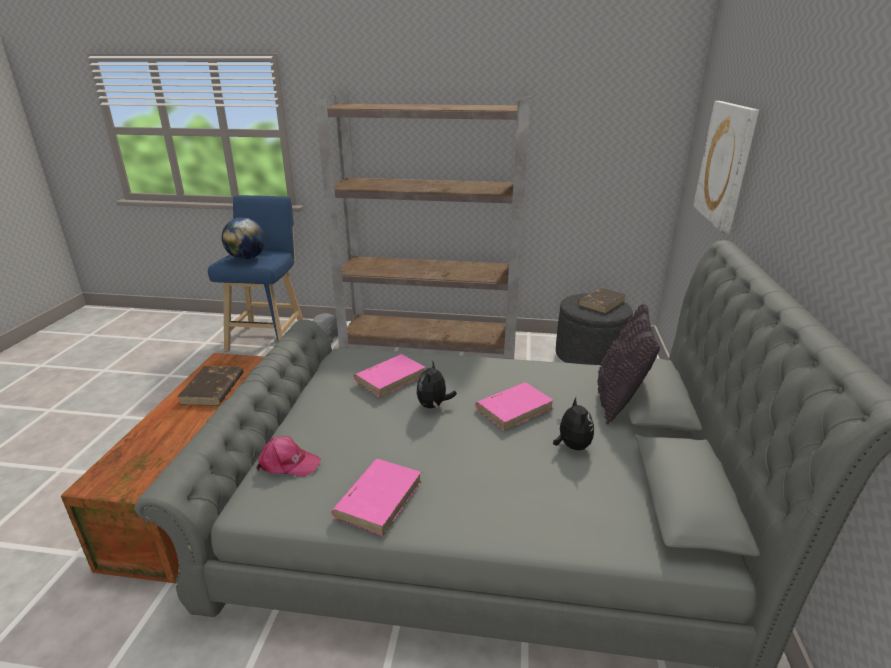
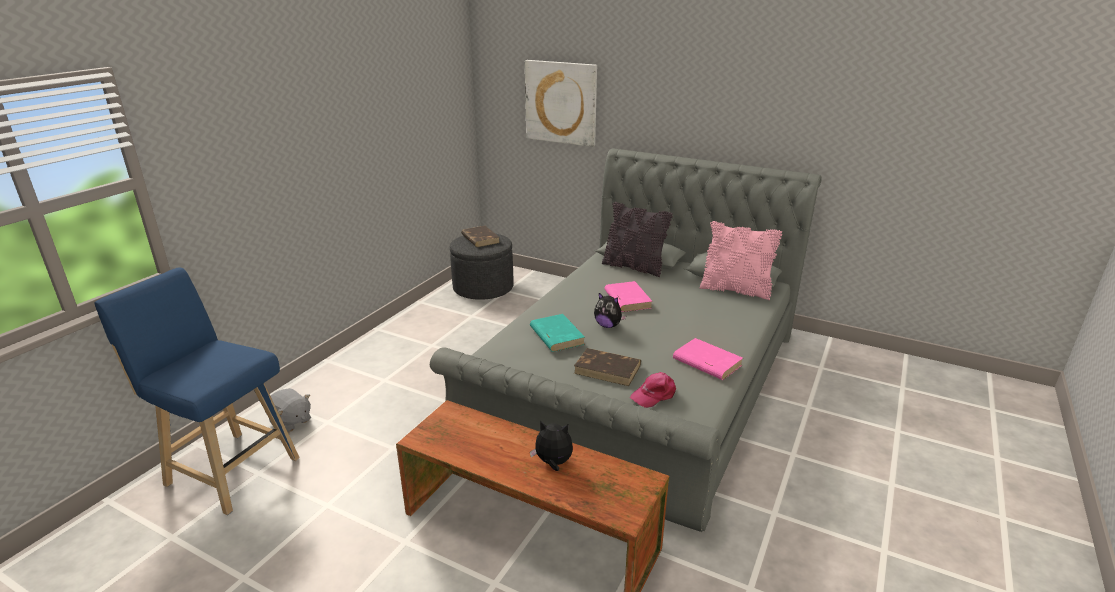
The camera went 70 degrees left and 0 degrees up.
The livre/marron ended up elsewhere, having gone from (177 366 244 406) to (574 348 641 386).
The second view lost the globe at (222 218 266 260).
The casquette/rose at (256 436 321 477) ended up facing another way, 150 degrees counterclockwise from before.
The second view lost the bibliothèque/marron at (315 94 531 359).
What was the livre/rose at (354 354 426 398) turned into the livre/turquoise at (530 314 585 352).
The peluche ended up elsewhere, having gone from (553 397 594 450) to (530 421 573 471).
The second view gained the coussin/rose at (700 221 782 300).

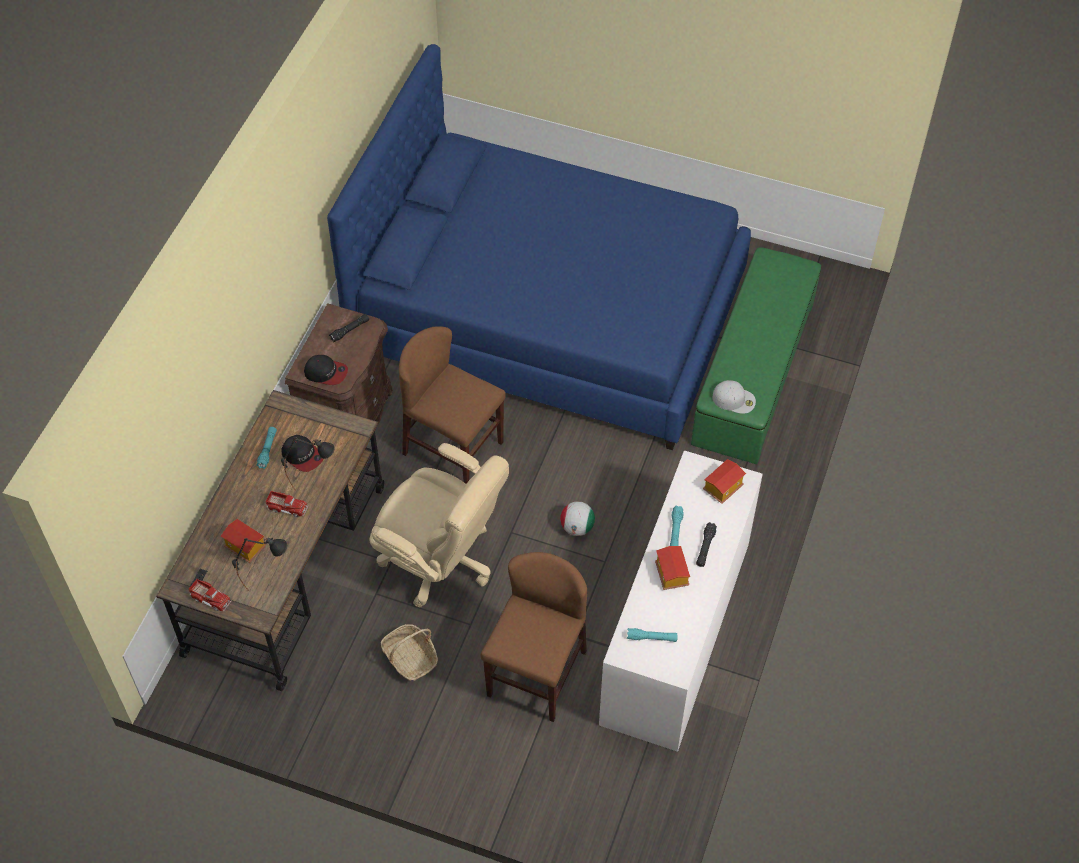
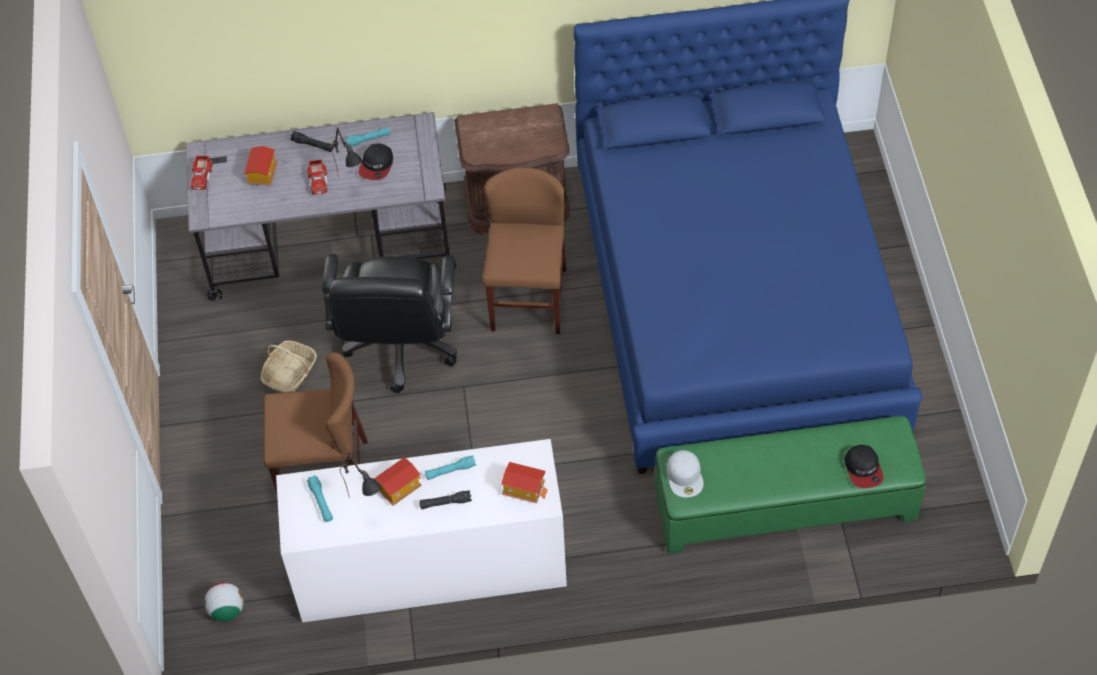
The camera went 65 degrees right and 0 degrees up.
What was the bureau/marron at (156 390 384 691) turned into the bureau/gris at (186 112 456 301).
The lampe de table/noir ended up elsewhere, having gone from (232 538 287 591) to (340 452 381 498).
The casquette ended up elsewhere, having gone from (304 355 348 385) to (844 445 883 488).
The lampe de poche/noir ended up elsewhere, having gone from (329 314 369 342) to (290 131 334 152).
What was the chaise de bureau/beige at (369 443 509 608) turned into the chaise de bureau/noir at (322 254 457 393).
The ballon de foot ended up elsewhere, having gone from (560 501 595 536) to (204 582 244 622).

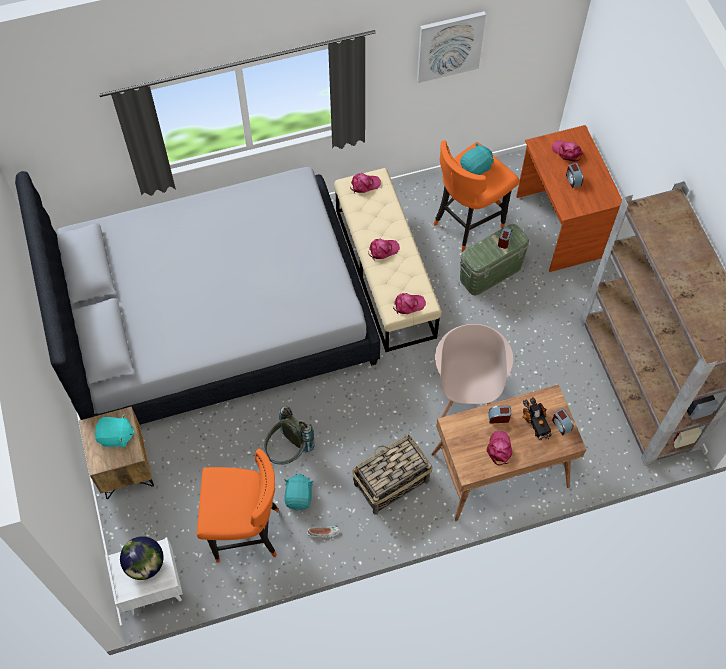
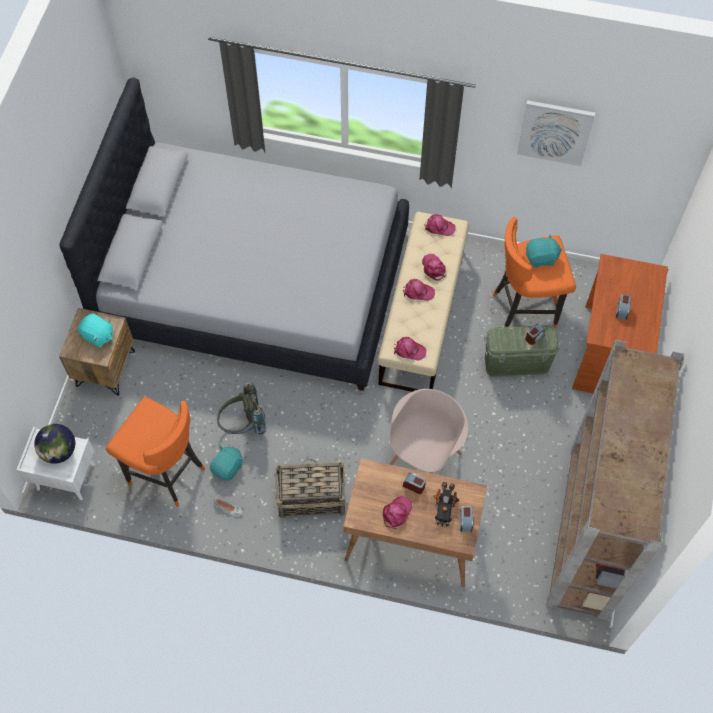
The camera went 30 degrees right and 0 degrees up.
The casquette/rose ended up elsewhere, having gone from (552 140 583 162) to (422 254 446 280).

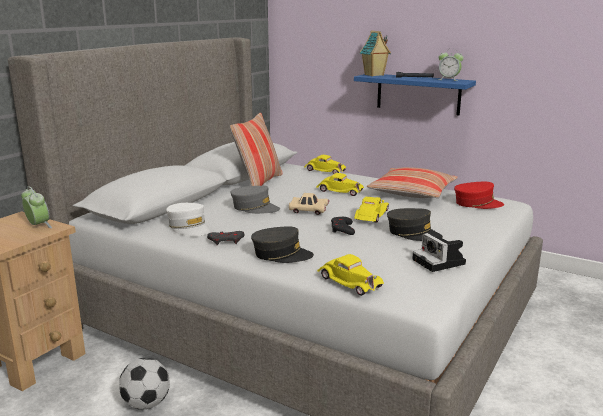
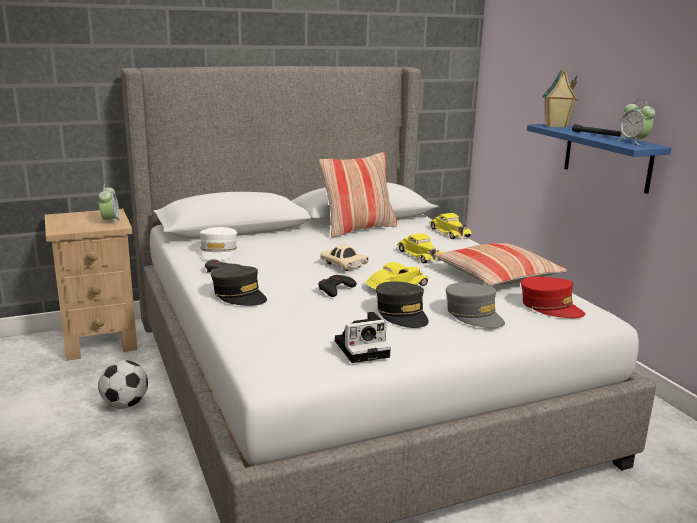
The camera went 35 degrees right and 0 degrees up.
The casquette/gris ended up elsewhere, having gone from (230 186 280 214) to (446 283 505 328).
The second view lost the petite voiture/jaune at (317 254 384 296).
The appareil photo at (412 233 466 272) ended up facing another way, 120 degrees counterclockwise from before.

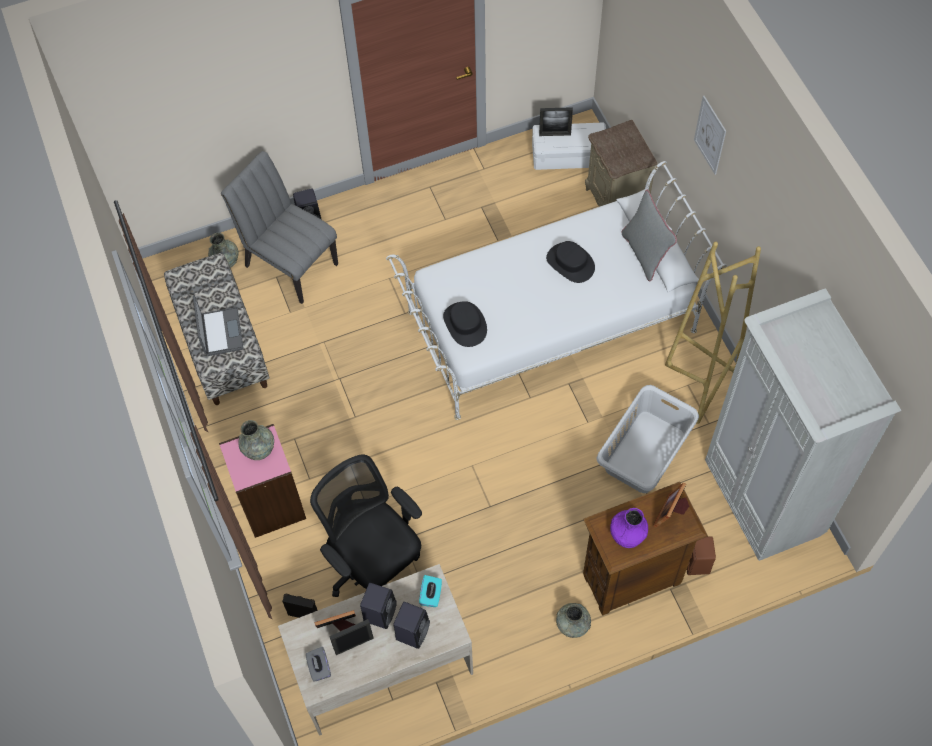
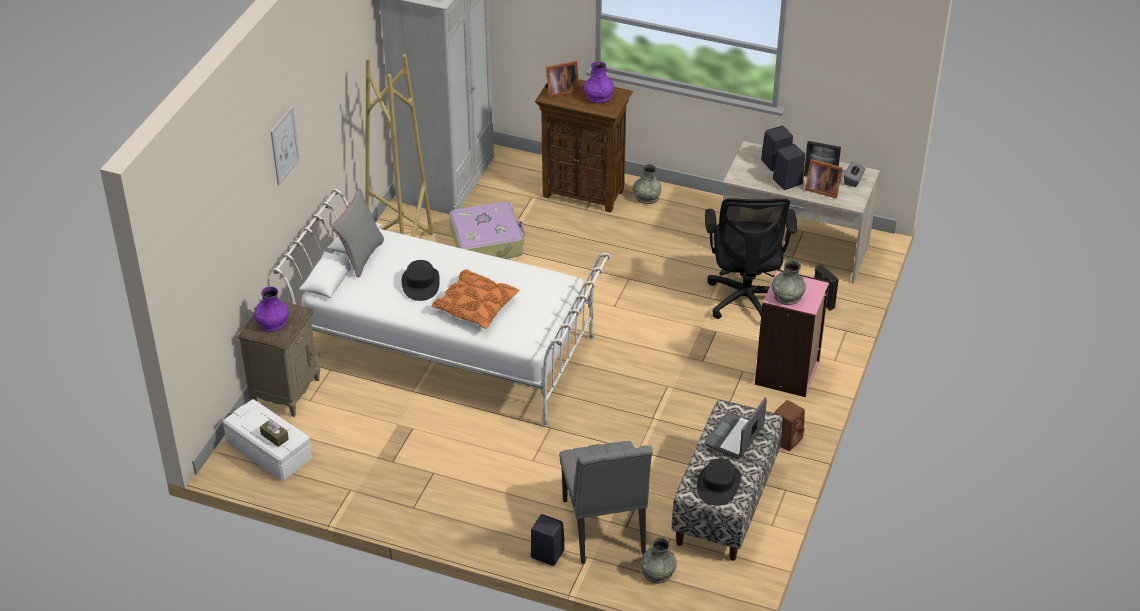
The camera went 140 degrees left and 20 degrees down.
The second view lost the boîte à mouchoirs/turquoise at (419 575 442 607).
The chapeau/noir ended up elsewhere, having gone from (443 301 487 347) to (697 458 741 506).
Where the cadre photo stood at (539 107 573 136), the boîte à mouchoirs/marron came to stand at (260 420 289 447).
Where the panier à linge/gris stood at (596 385 699 493), the valise came to stand at (449 202 524 259).
The enceinte/marron ended up elsewhere, having gone from (686 536 716 575) to (774 400 805 451).
The second view gained the vase/violet at (254 286 289 332).
The second view gained the coussin/orange at (432 269 519 329).

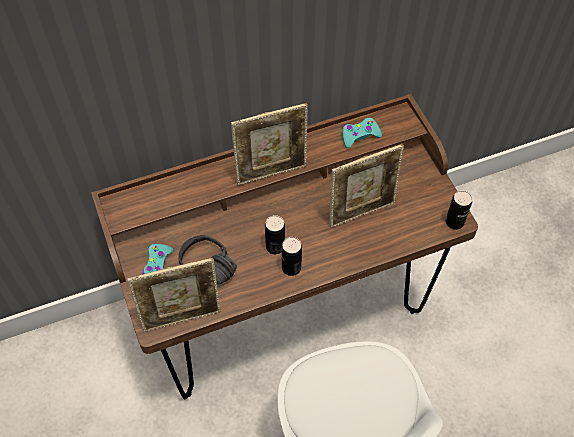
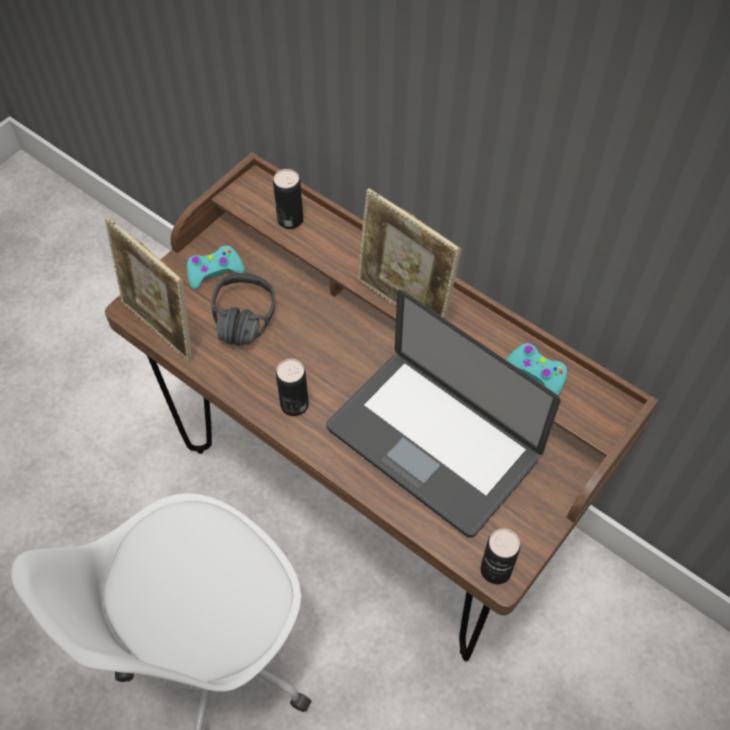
The camera went 60 degrees right and 0 degrees up.
The boîte métallique ended up elsewhere, having gone from (265 215 285 254) to (273 169 303 229).
Where the cadre photo stood at (329 144 404 228), the ordinateur portable came to stand at (326 290 560 538).

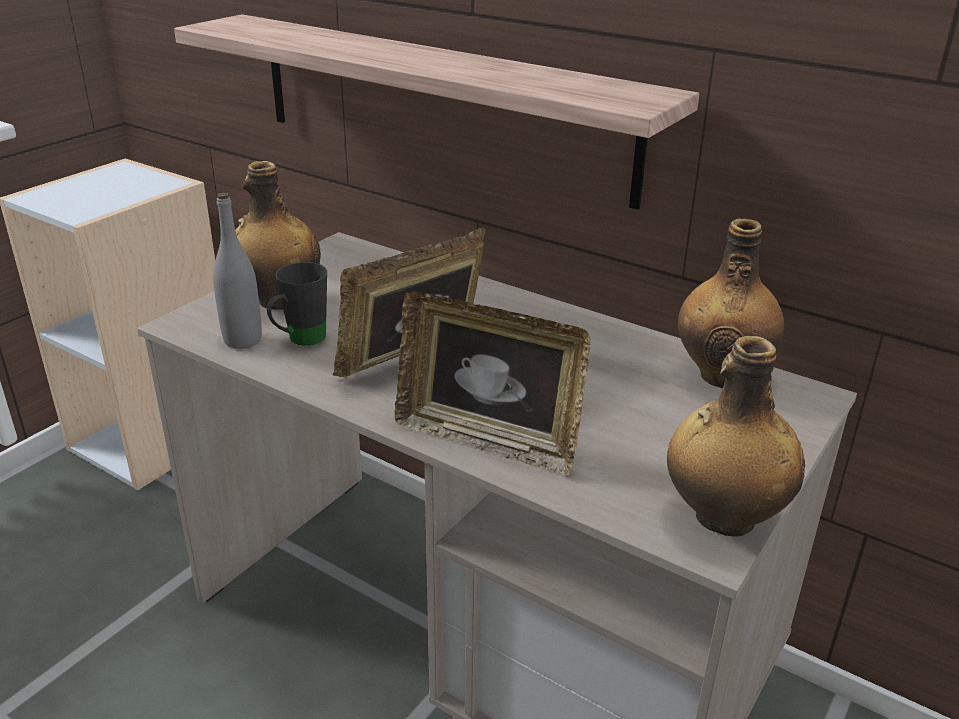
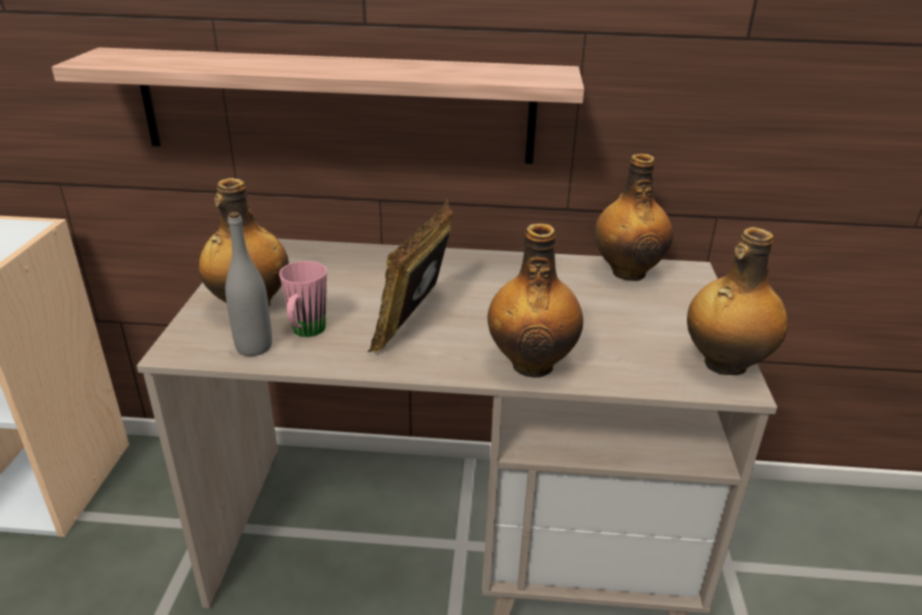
The camera went 30 degrees left and 0 degrees up.
What was the mug/noir at (267 262 327 346) turned into the mug/rose at (279 261 327 337).
Where the cadre photo stood at (395 292 590 477), the bouteille came to stand at (487 223 583 378).

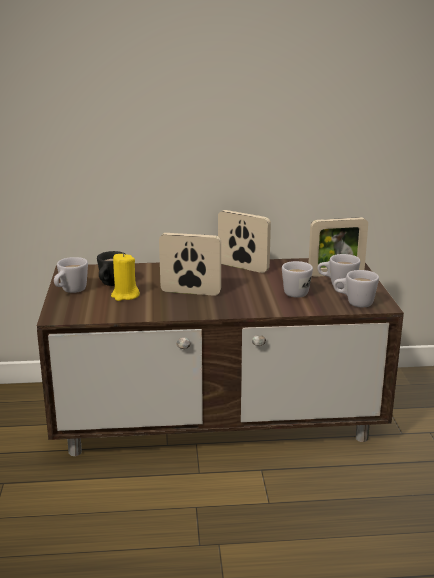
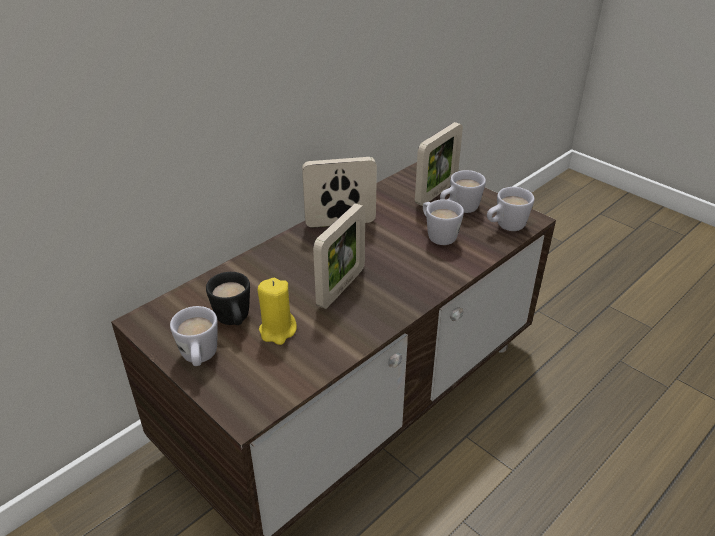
The camera went 40 degrees left and 15 degrees up.
The cadre photo at (159 233 221 296) ended up facing another way, 150 degrees clockwise from before.

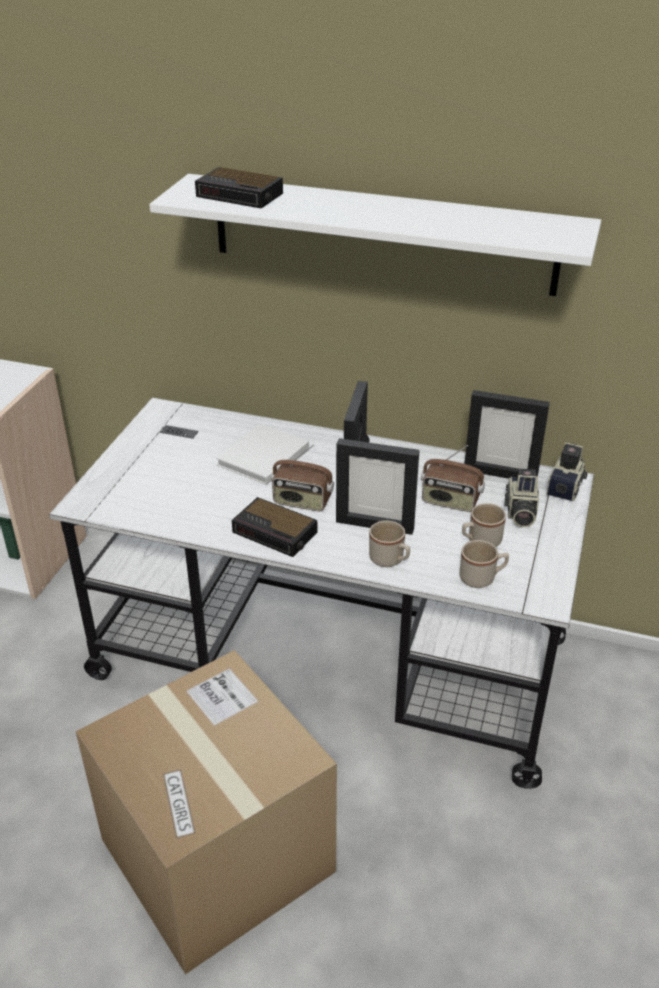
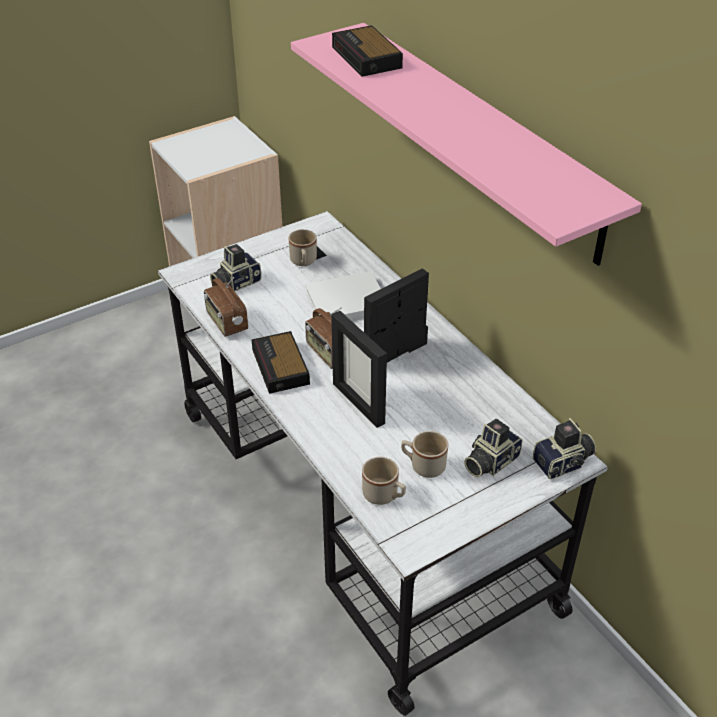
The camera went 40 degrees right and 5 degrees up.
The second view lost the carton at (75 650 337 974).
What was the étagère/blanc at (149 174 601 296) turned into the étagère/rose at (291 23 642 266).
The mug/beige ended up elsewhere, having gone from (369 521 410 567) to (289 229 317 266).
The radio ended up elsewhere, having gone from (421 445 485 512) to (204 277 248 337).
The second view lost the cadre photo at (464 390 550 479).
The second view gained the appareil photo at (210 244 261 291).

